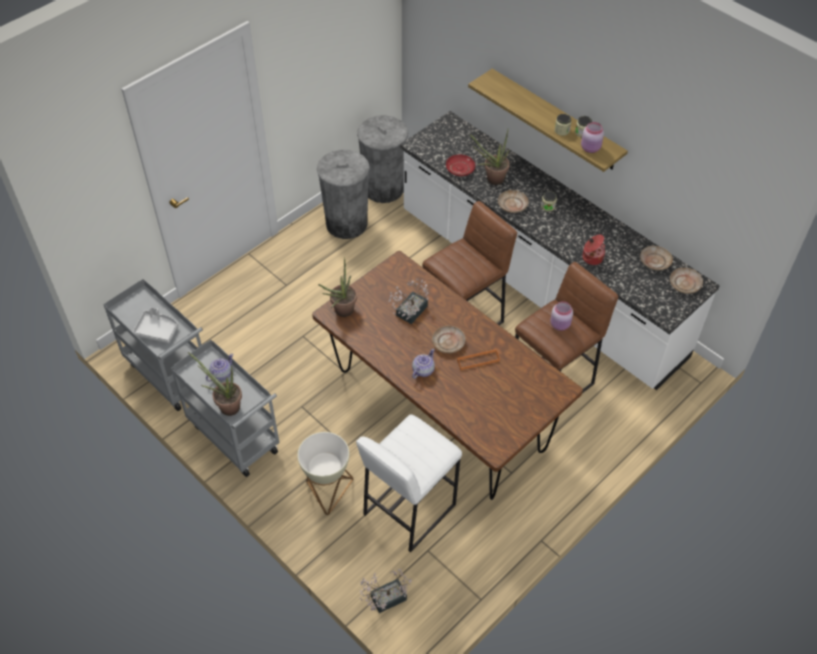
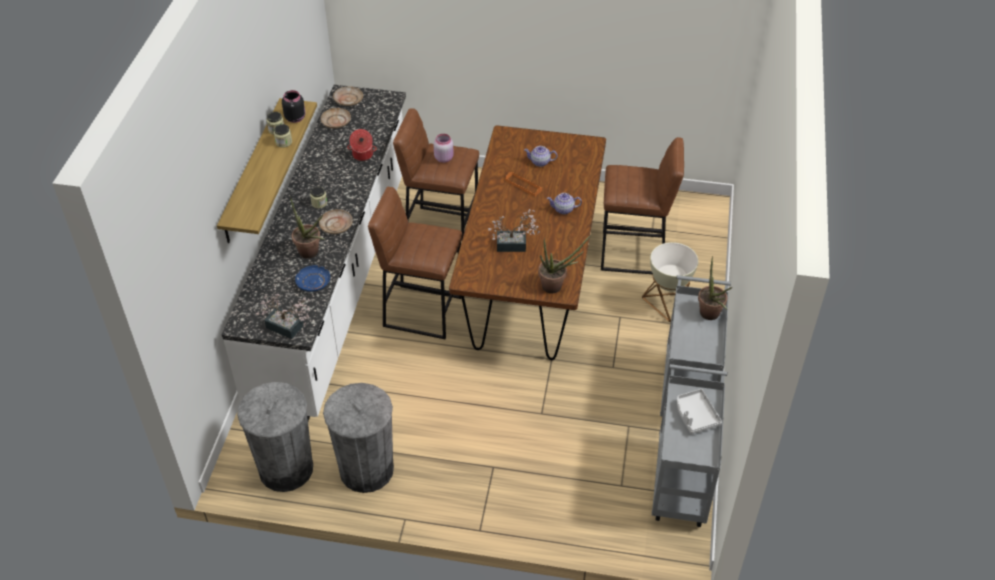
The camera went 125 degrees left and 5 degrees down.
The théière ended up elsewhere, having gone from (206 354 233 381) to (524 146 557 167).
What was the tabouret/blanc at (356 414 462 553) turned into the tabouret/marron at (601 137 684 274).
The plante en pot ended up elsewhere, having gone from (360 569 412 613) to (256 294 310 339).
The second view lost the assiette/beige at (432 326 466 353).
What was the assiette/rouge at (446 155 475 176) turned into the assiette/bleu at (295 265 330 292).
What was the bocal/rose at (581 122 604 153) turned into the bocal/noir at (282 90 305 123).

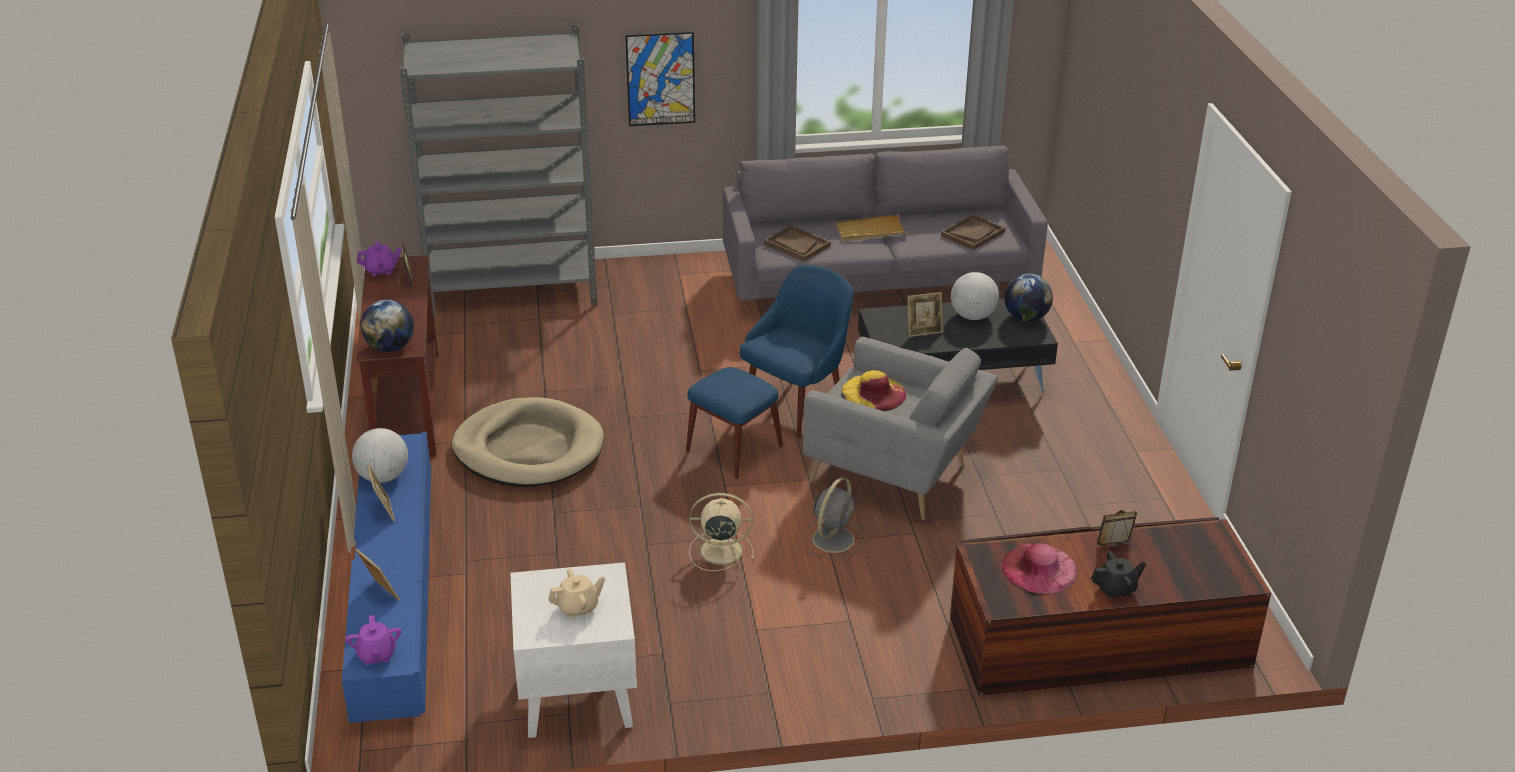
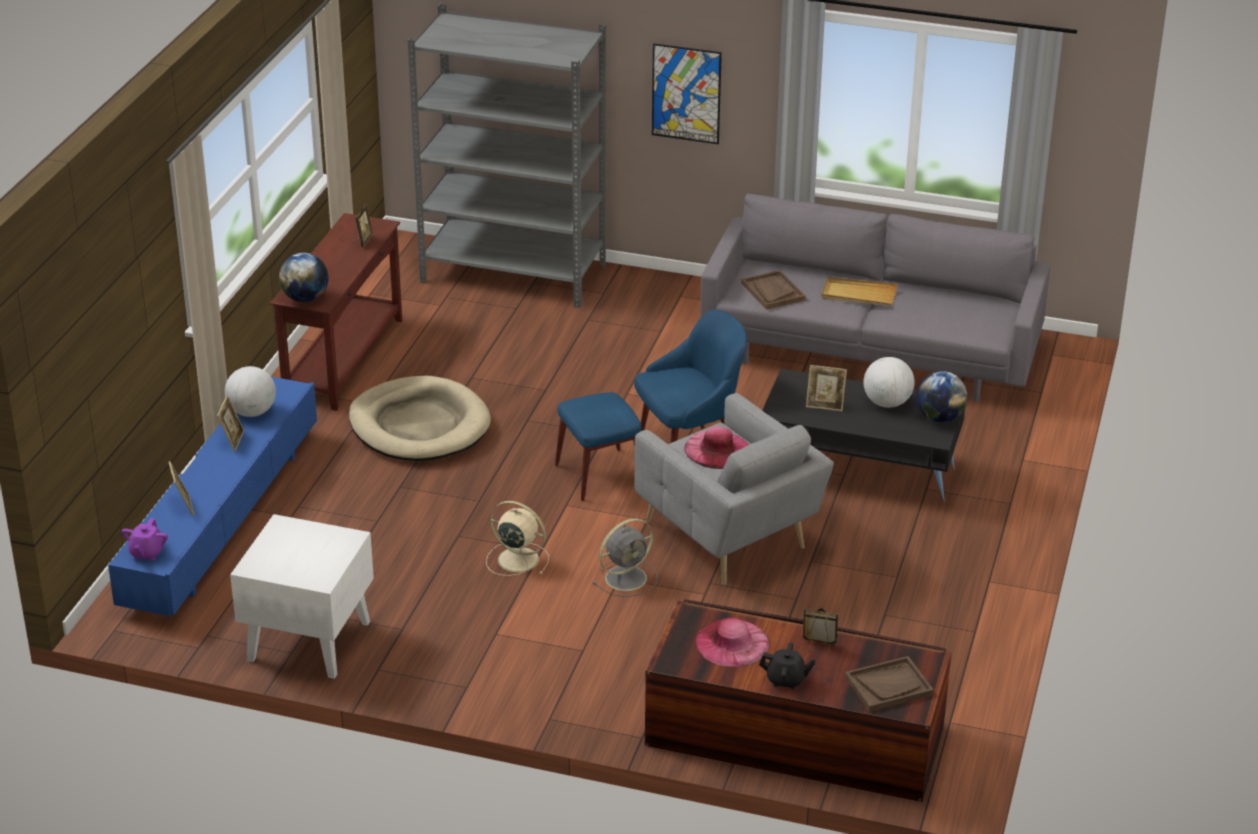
The camera went 25 degrees right and 0 degrees up.
The second view lost the théière/violet at (357 241 402 276).
The second view lost the théière/beige at (548 569 605 618).
What was the chapeau/jaune at (841 370 906 411) turned into the chapeau/rose at (684 426 749 469).
The plateau/marron ended up elsewhere, having gone from (941 214 1005 250) to (845 656 934 712).

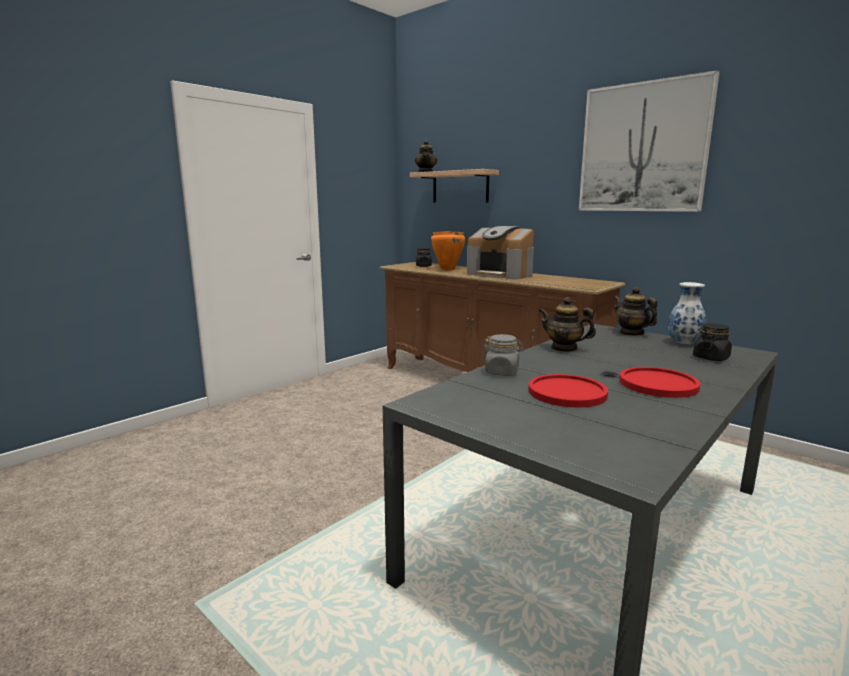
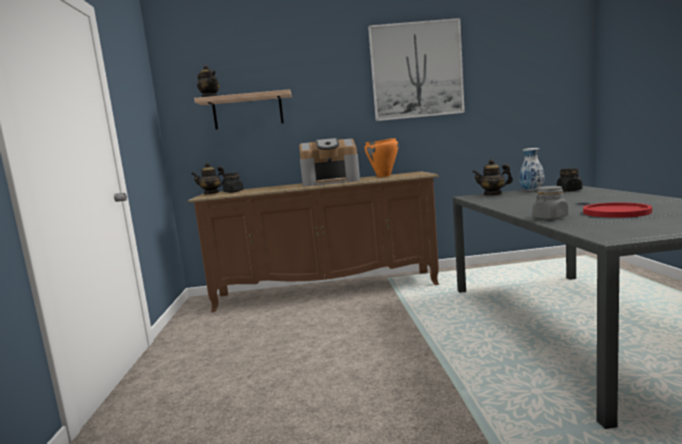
The camera went 45 degrees left and 5 degrees down.
The marmite/orange ended up elsewhere, having gone from (431 231 465 270) to (364 138 399 177).
The théière ended up elsewhere, having gone from (539 297 596 352) to (192 162 225 194).
The second view lost the assiette/rouge at (619 367 700 398).

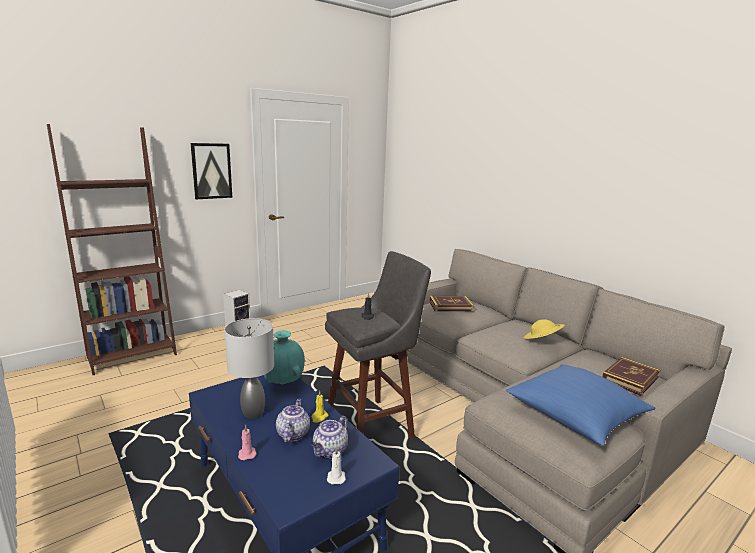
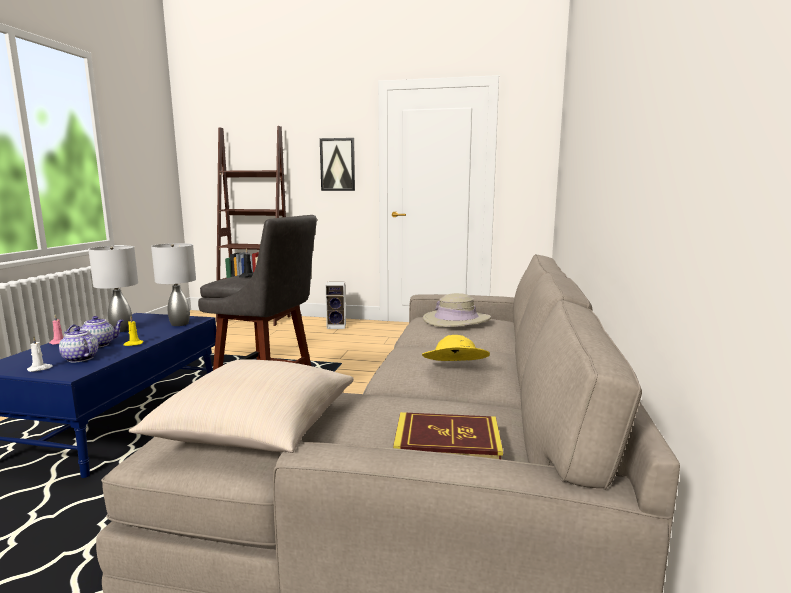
The camera went 50 degrees right and 5 degrees down.
Where the vase/turquoise stood at (264 330 305 384), the lampe de table/gris came to stand at (151 243 196 326).
The théière at (311 416 348 458) ended up facing another way, 45 degrees clockwise from before.
Where the livre stood at (429 296 474 312), the chapeau/beige came to stand at (423 293 491 327).
What was the coussin/bleu at (506 364 655 446) turned into the coussin/beige at (129 359 354 453).

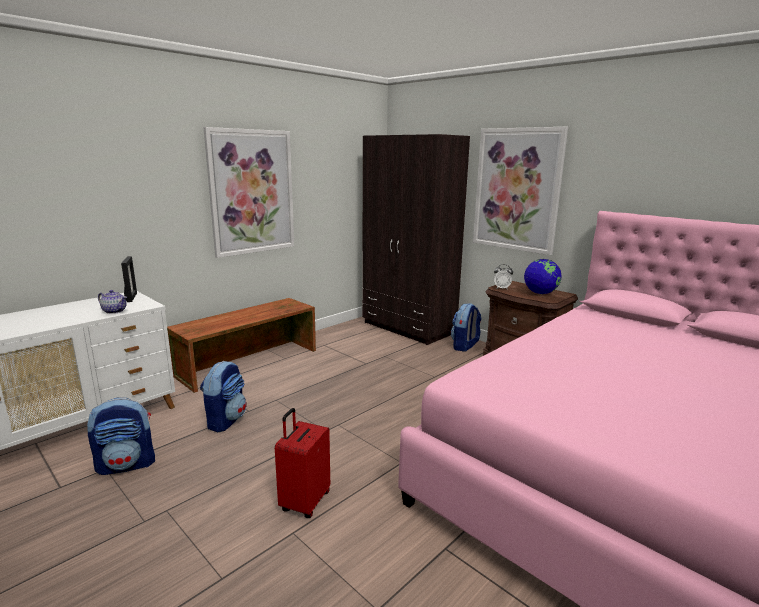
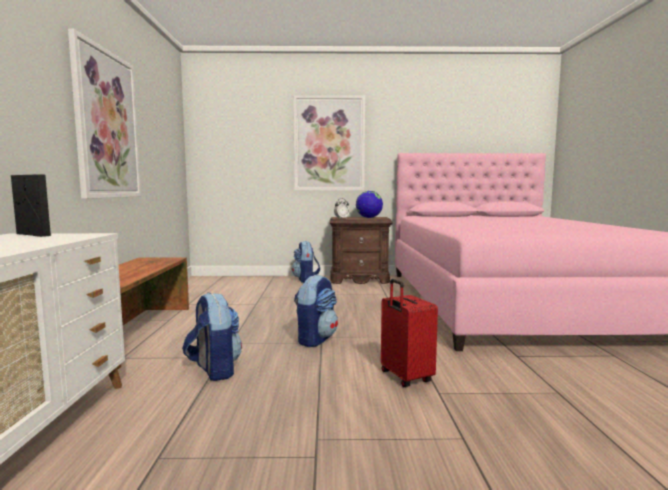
The camera went 45 degrees left and 10 degrees down.
The sac à dos ended up elsewhere, having gone from (87 398 155 475) to (294 274 338 347).
The second view lost the théière at (98 290 127 314).
The second view lost the armoire/marron at (362 134 470 345).

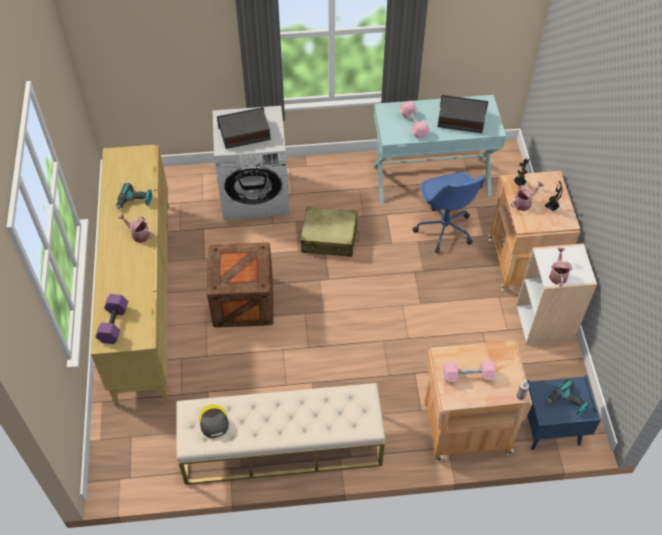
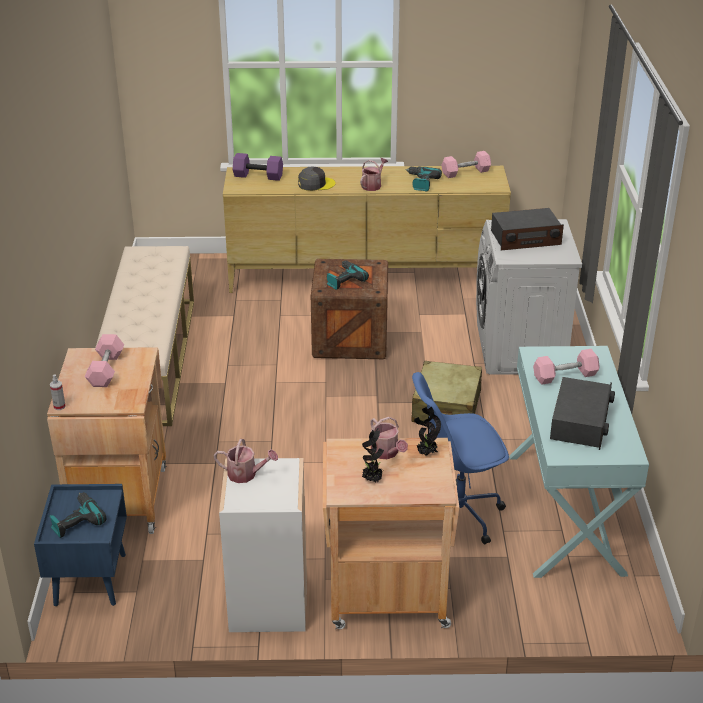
The camera went 95 degrees right and 20 degrees down.
The casquette/gris ended up elsewhere, having gone from (199 404 229 438) to (298 167 335 191).
The radio at (217 107 271 149) ended up facing another way, 90 degrees clockwise from before.
The second view gained the perceuse at (327 260 369 290).
The second view gained the haltère/rose at (441 151 491 178).

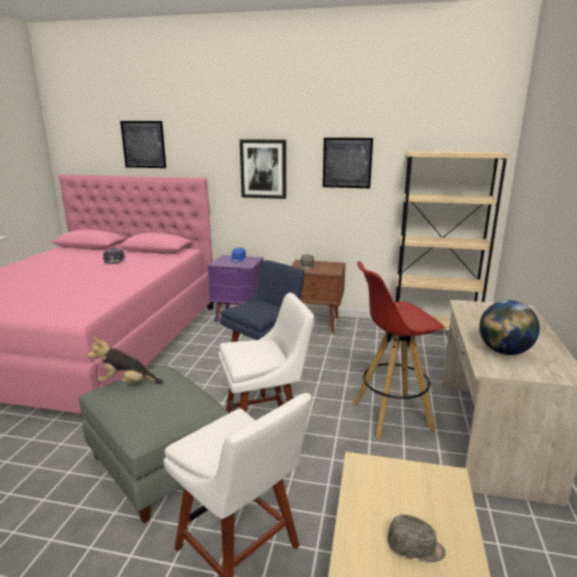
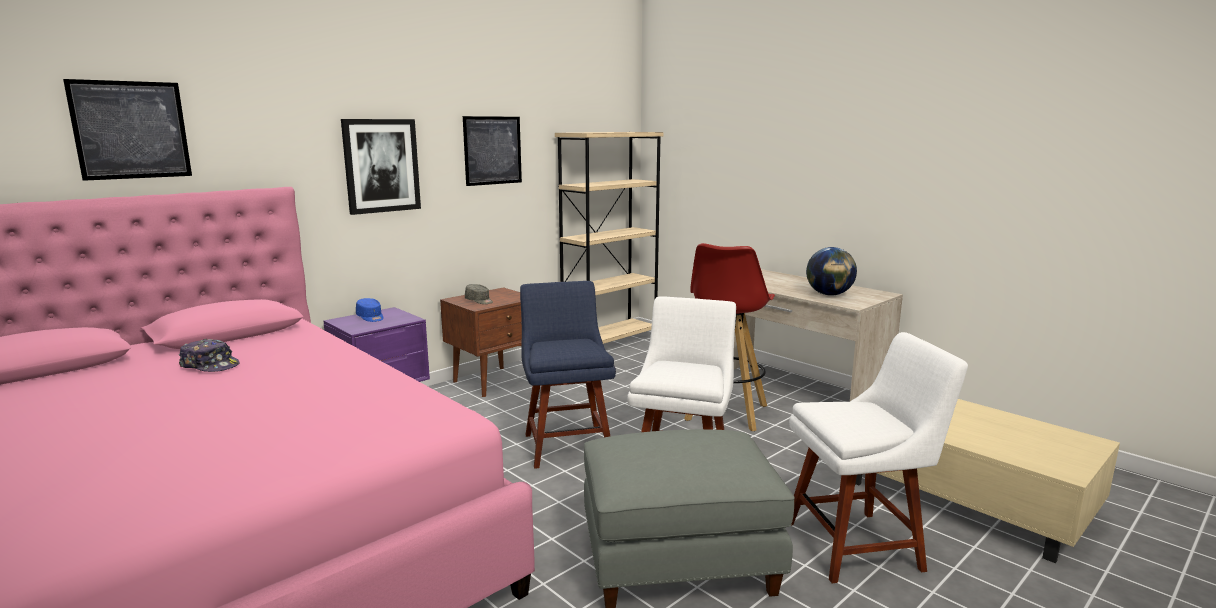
The camera went 55 degrees left and 5 degrees down.
The second view lost the peluche at (88 337 163 384).
The second view lost the casquette/gris at (387 515 446 562).

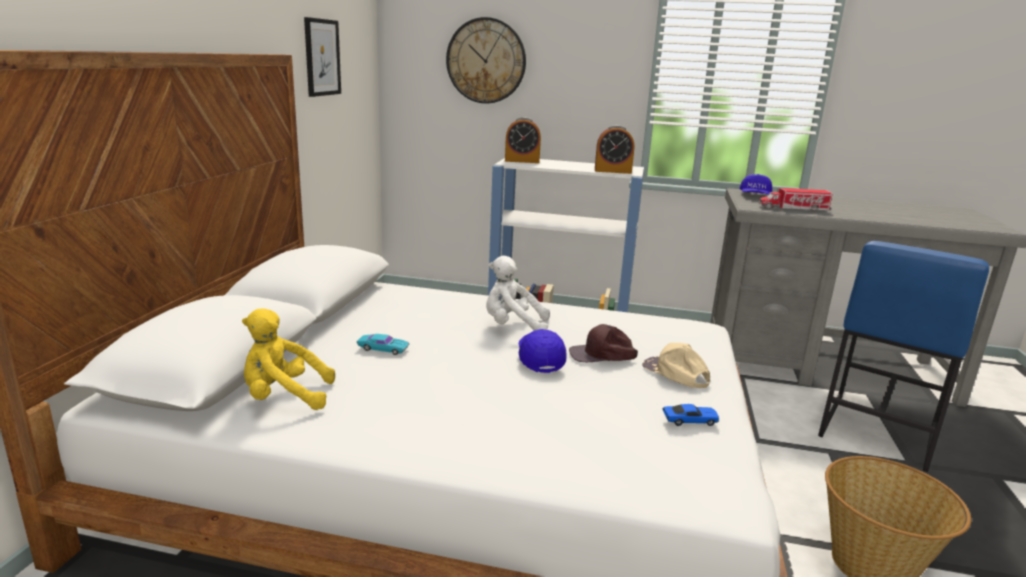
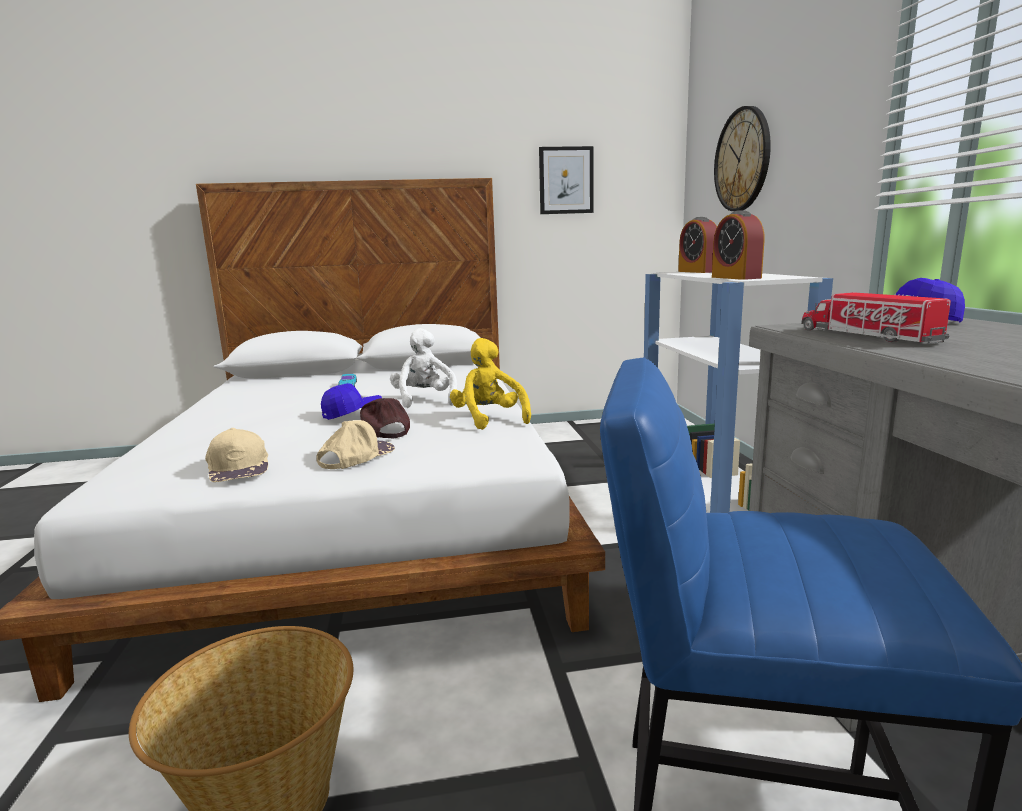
The camera went 70 degrees right and 5 degrees down.
The peluche/jaune ended up elsewhere, having gone from (242 308 335 410) to (450 338 531 430).
Where the petite voiture stood at (662 404 719 426), the casquette/beige came to stand at (205 428 268 482).

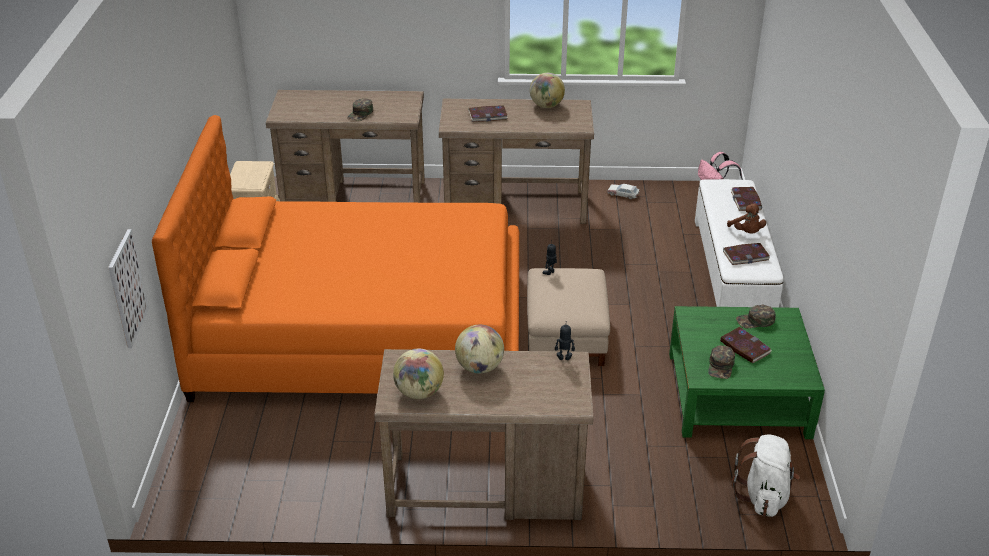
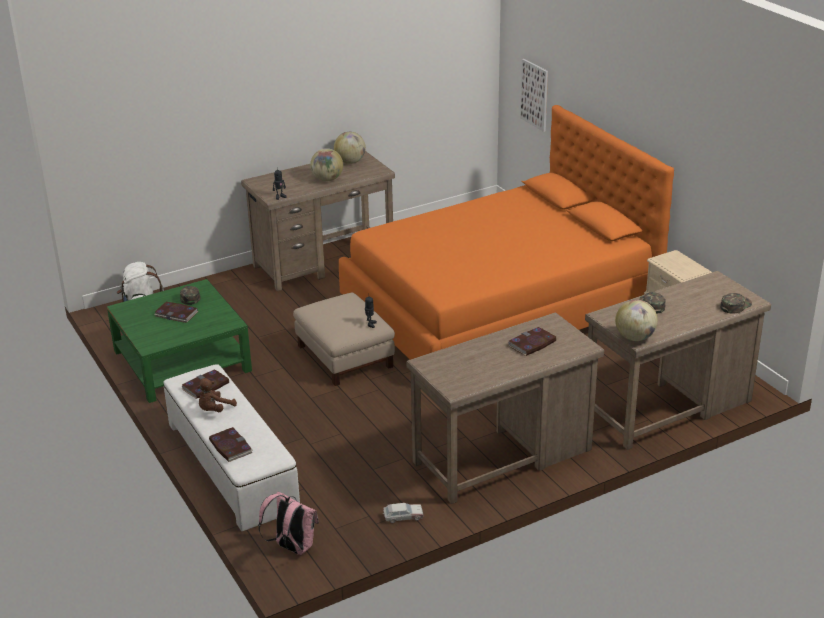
The camera went 150 degrees right and 5 degrees down.
The globe ended up elsewhere, having gone from (530 73 565 108) to (615 300 658 341).
The peluche/marron at (727 203 766 234) ended up facing another way, 90 degrees counterclockwise from before.
The casquette/vert ended up elsewhere, having gone from (736 305 776 328) to (720 293 752 314).

